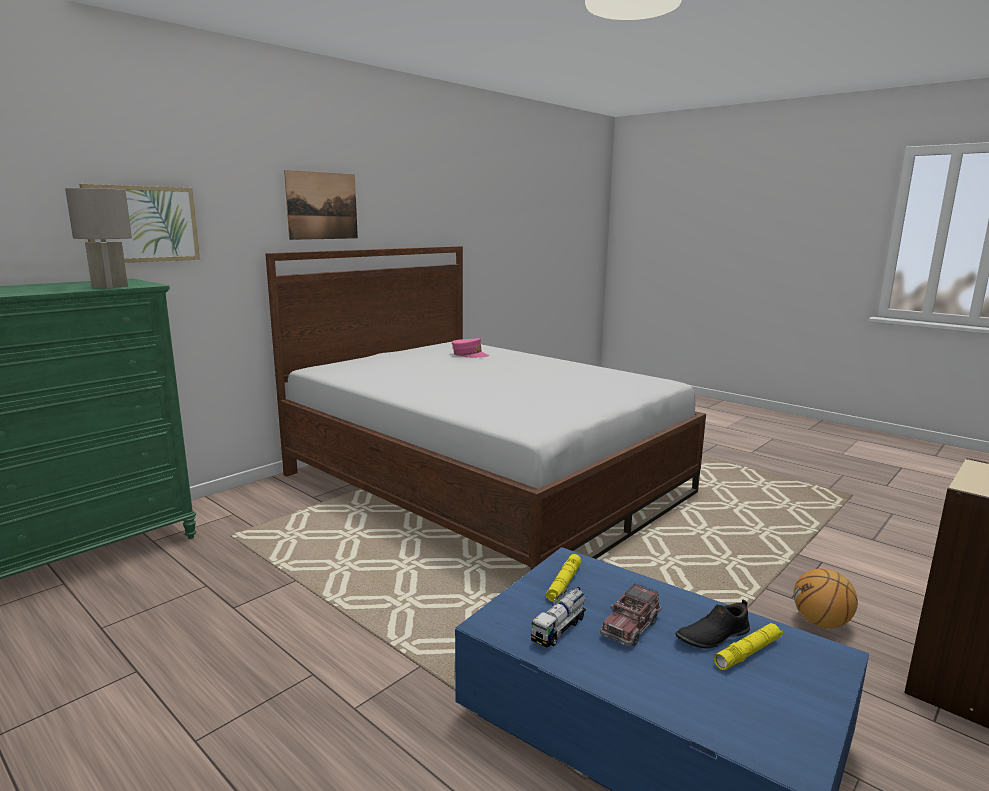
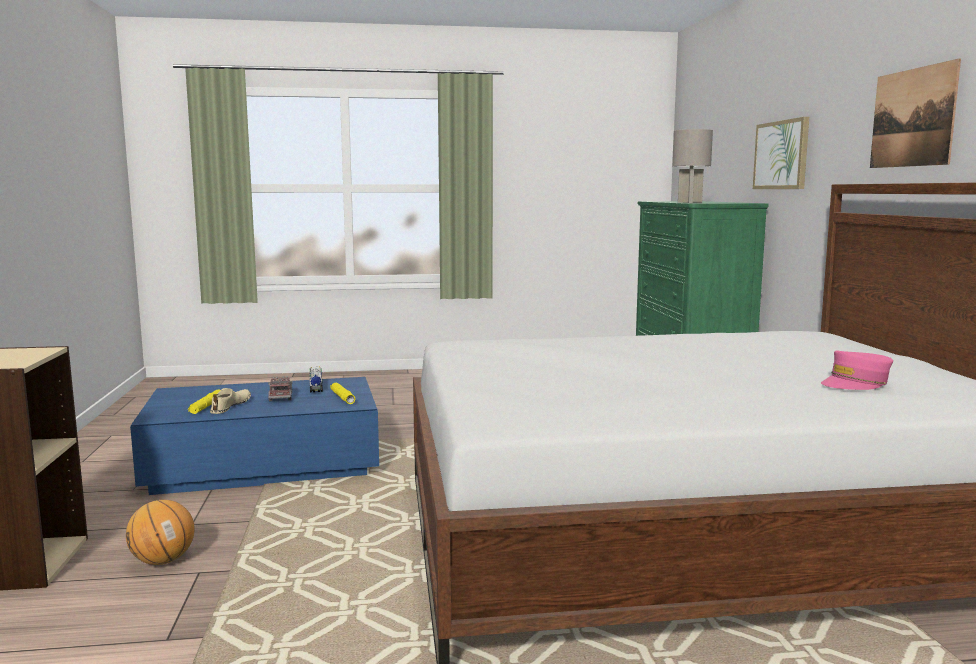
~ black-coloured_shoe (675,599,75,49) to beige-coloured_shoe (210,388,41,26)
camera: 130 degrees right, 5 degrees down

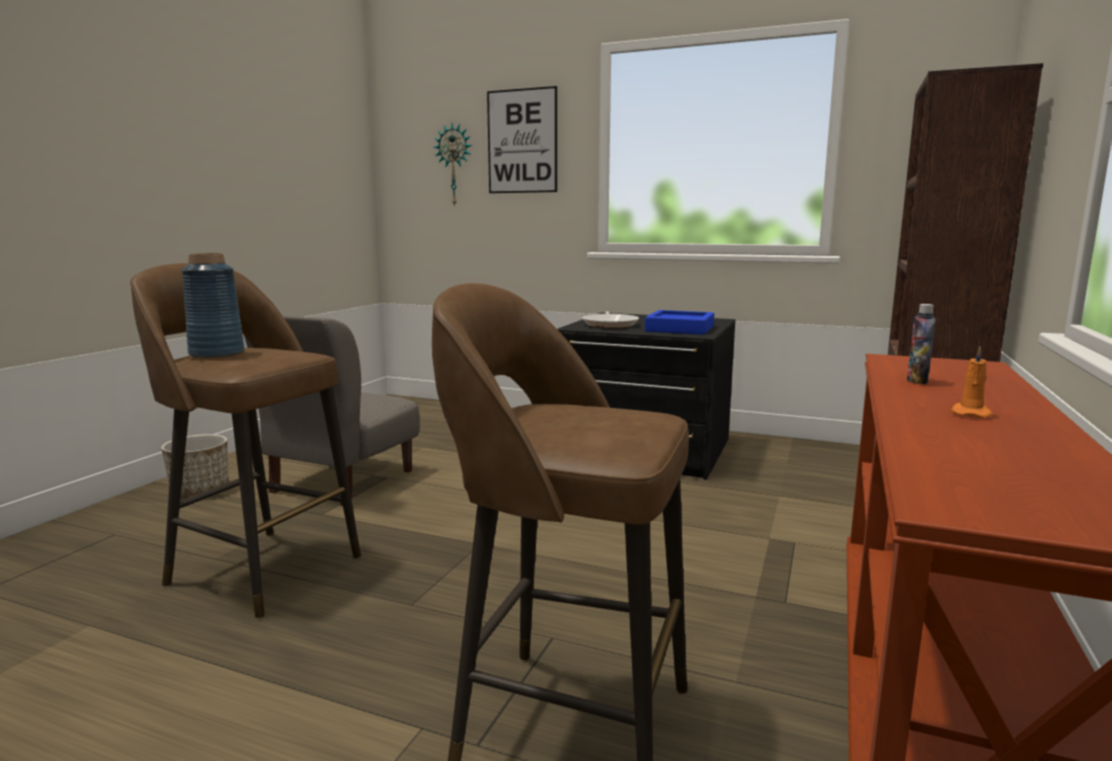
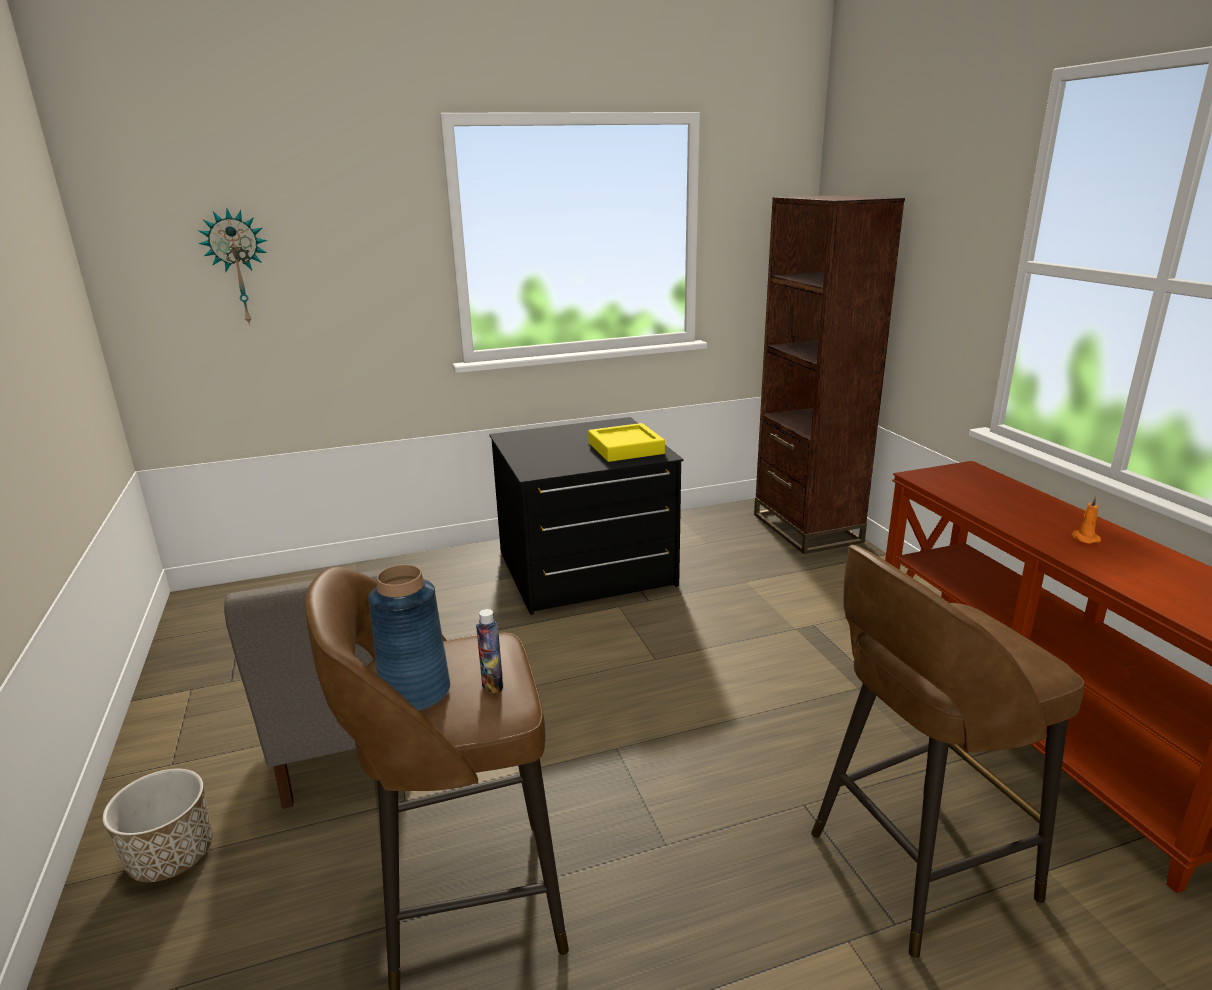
~ beverage_bottle (907,304,29,80) to (476,609,27,85)
~ bluish_carrying_tray (645,310,69,25) to yellow-coloured_carrying_tray (588,423,77,39)
- wall_art (487,86,70,107)
- frying_pan (582,311,57,17)
camera: 40 degrees left, 10 degrees up

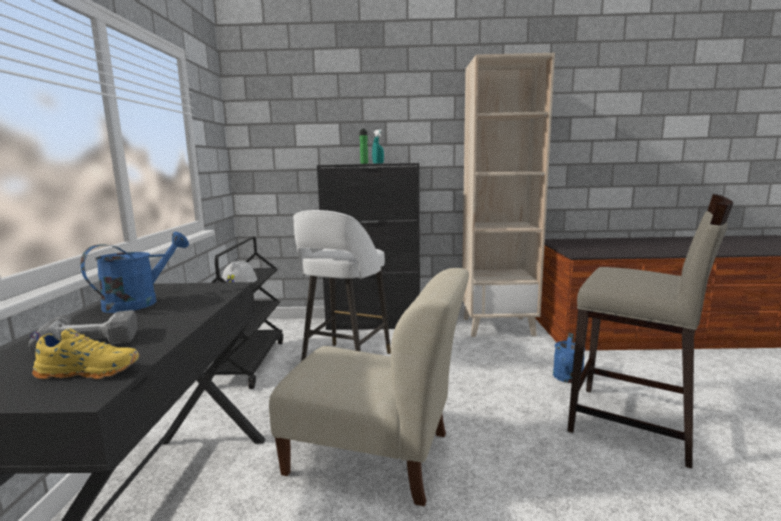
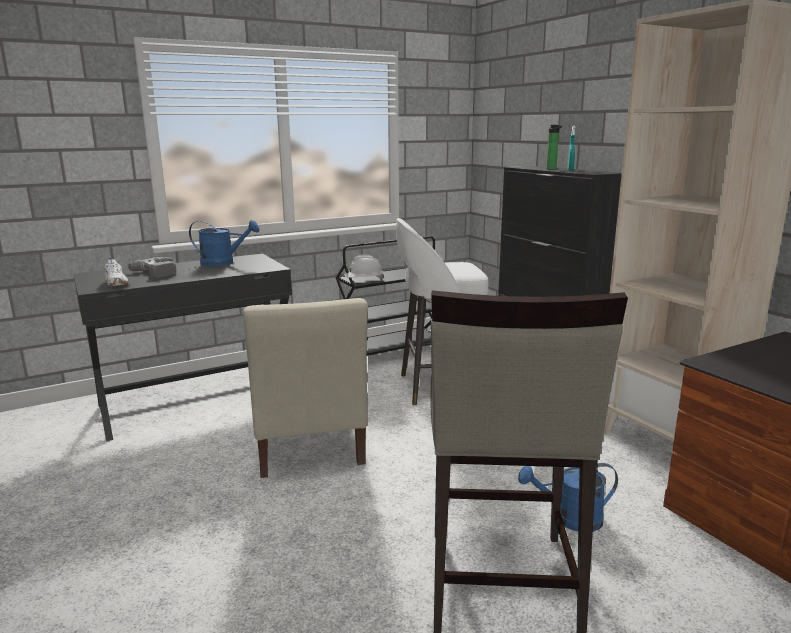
~ yellow-coloured_shoe (30,328,110,51) to whitish_shoe (105,258,24,28)
camera: 60 degrees right, 5 degrees up

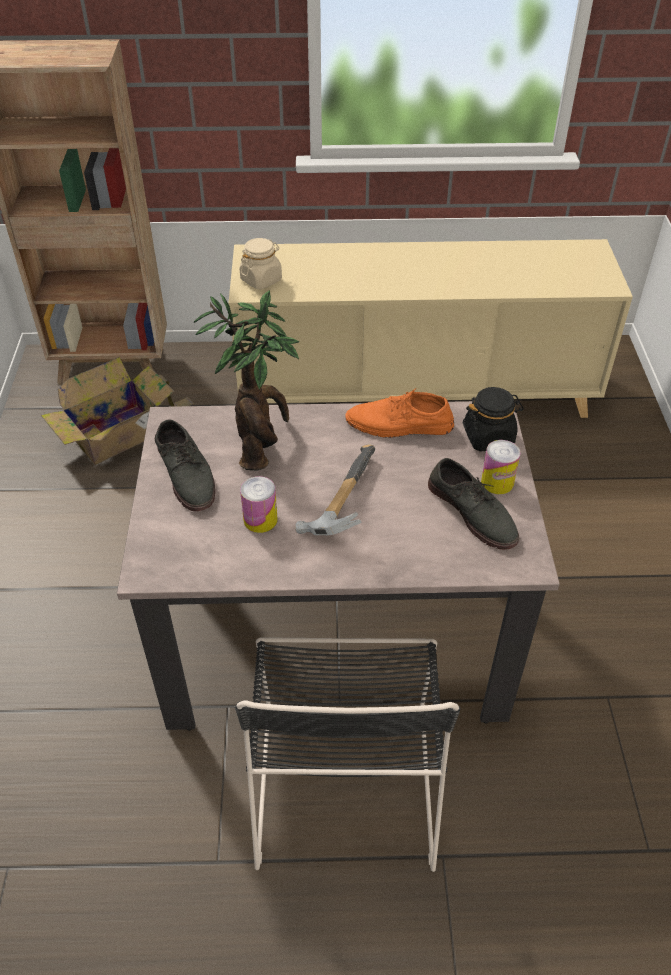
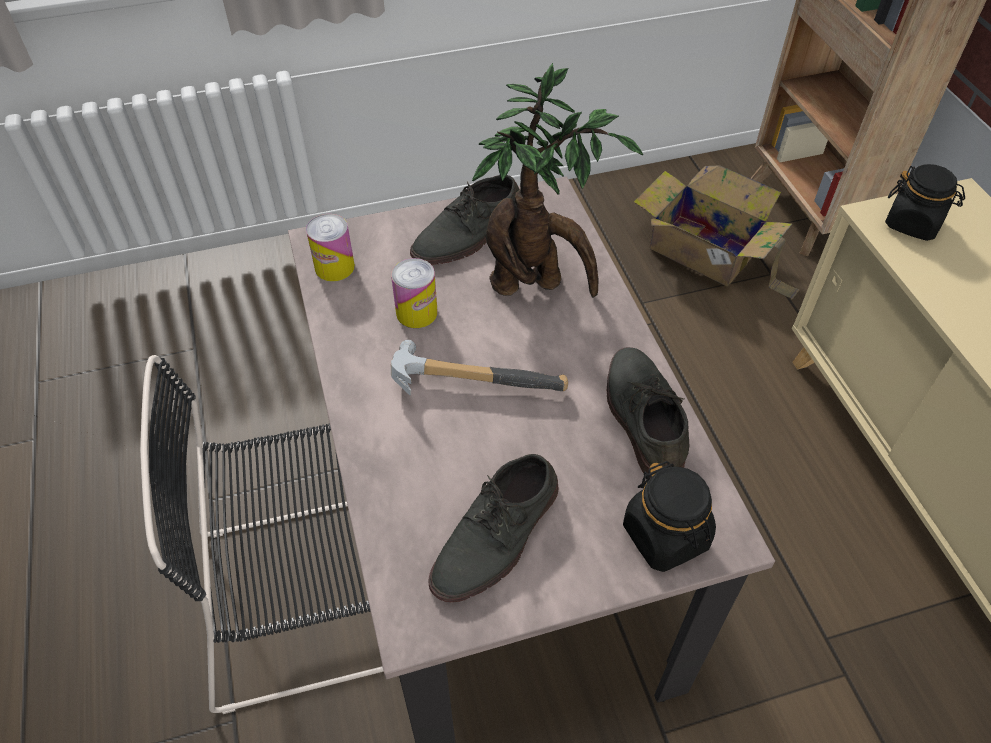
~ sealed_can (481,440,39,54) to (306,214,49,67)
~ orange-coloured_shoe (345,388,109,50) to grey_shoe (607,347,82,131)
~ beige-coloured_storage_jar (240,238,42,51) to black-coloured_storage_jar (885,164,80,77)
camera: 75 degrees right, 5 degrees up

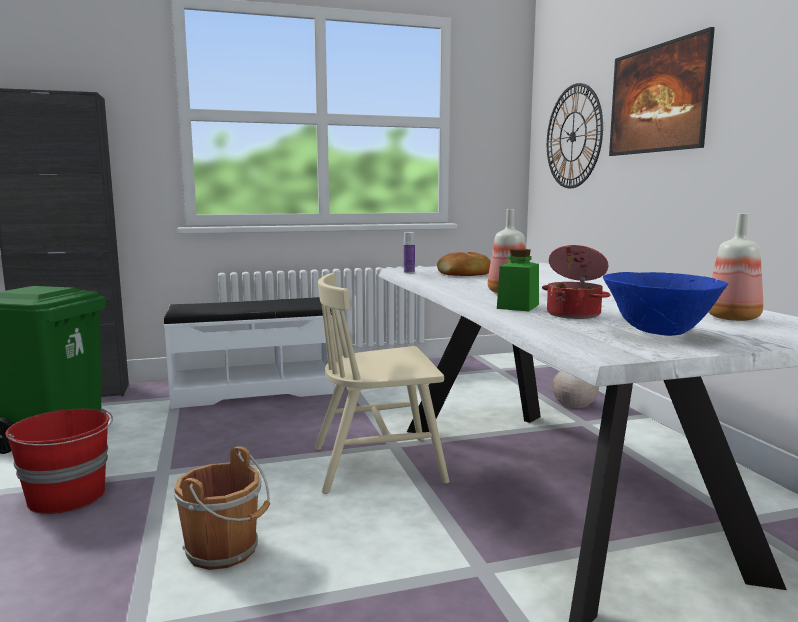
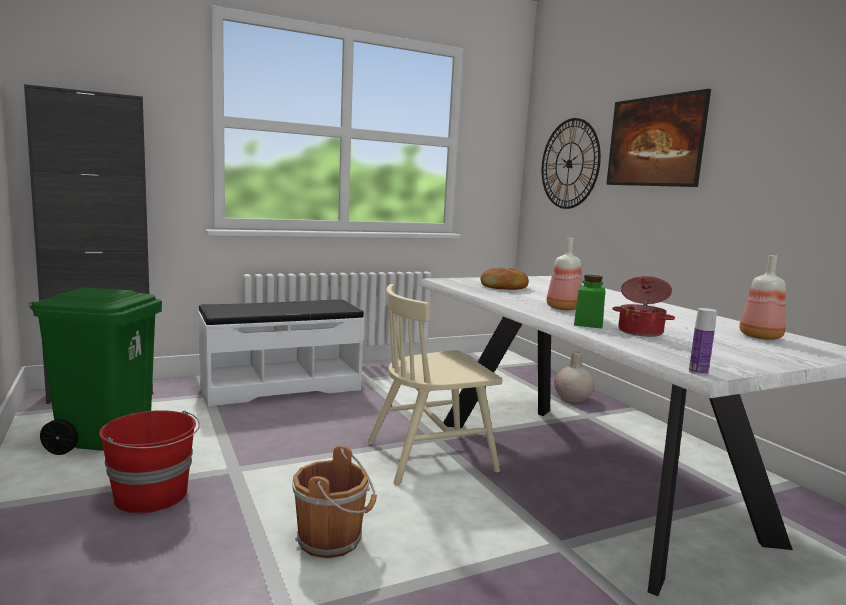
~ beverage_bottle (404,232,11,41) to (689,308,28,67)
- bluish_bowl (603,272,125,64)
camera: 10 degrees left, 0 degrees up

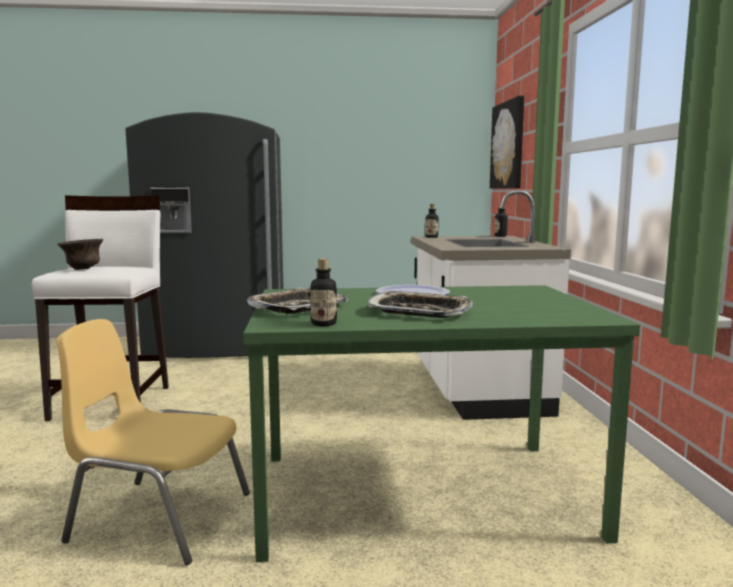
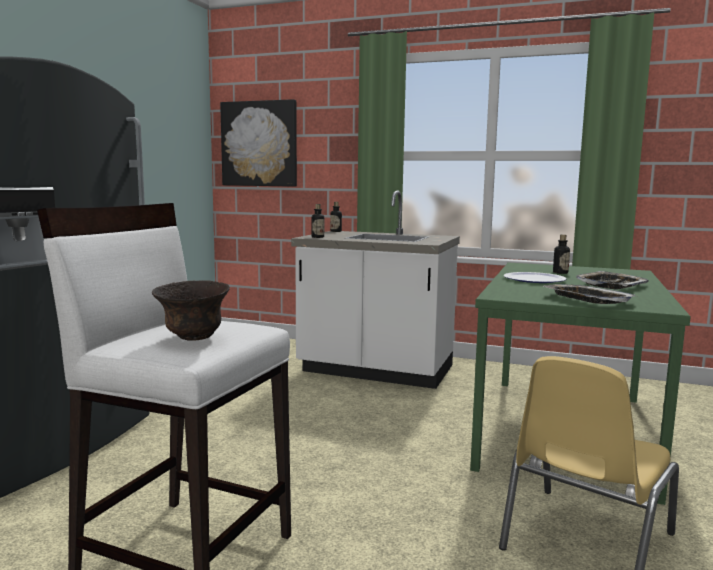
~ beverage_bottle (310,259,27,67) to (553,234,17,40)
camera: 65 degrees left, 0 degrees up

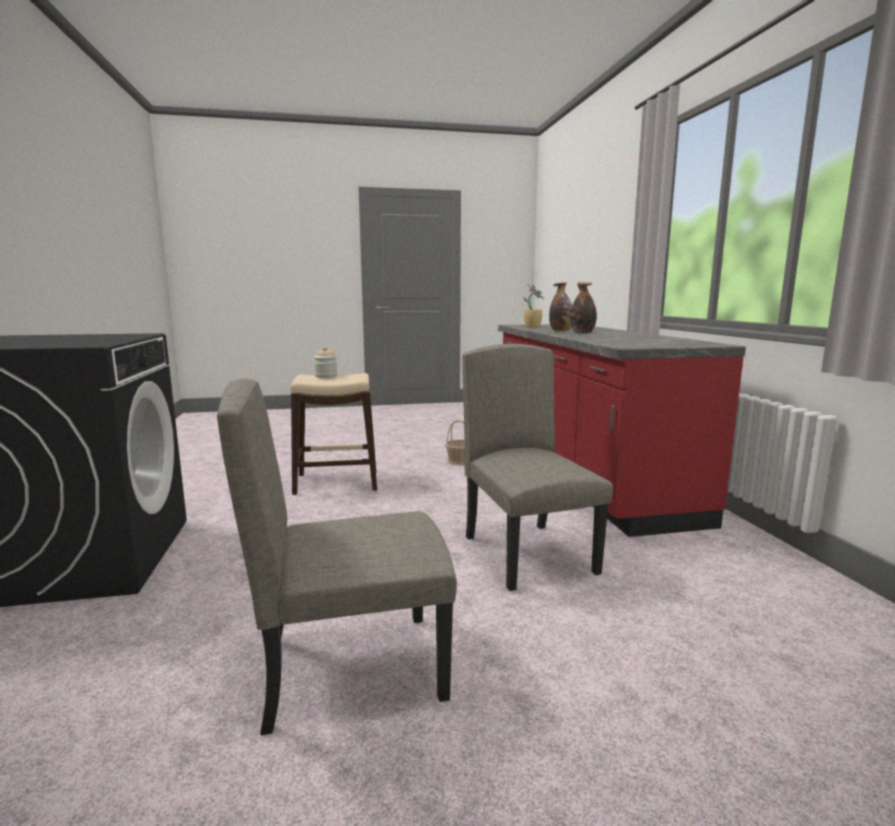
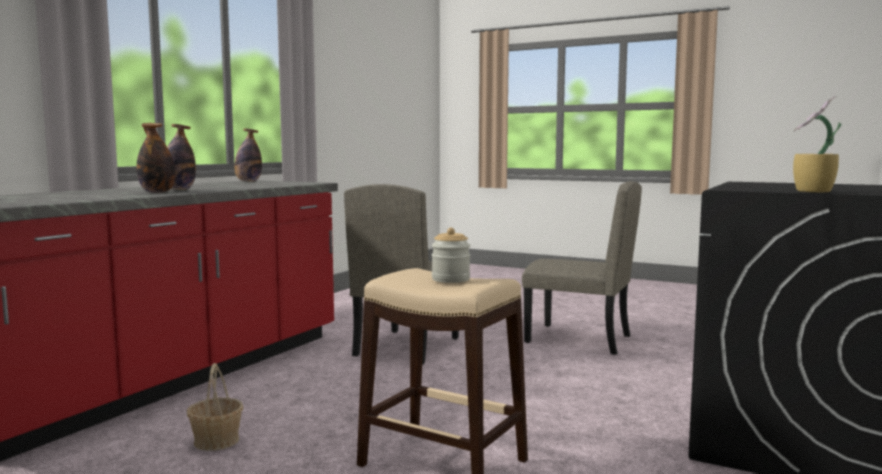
+ beverage_bottle (234,129,28,53)
~ houseplant (523,284,21,44) to (793,96,48,96)
camera: 140 degrees left, 5 degrees down

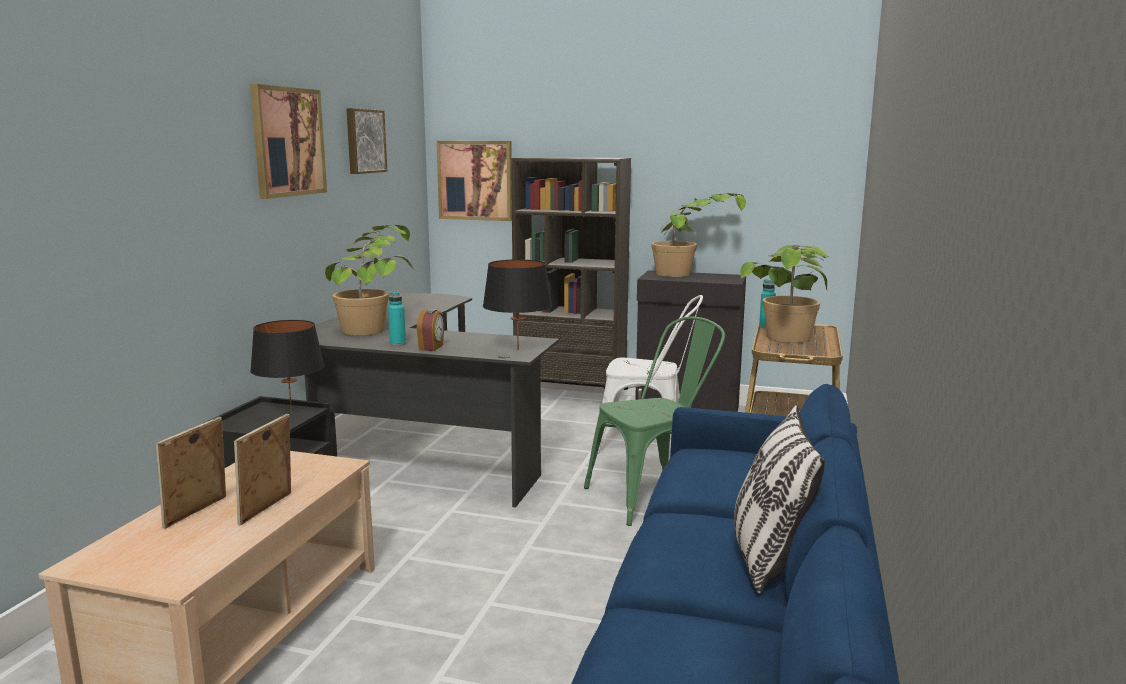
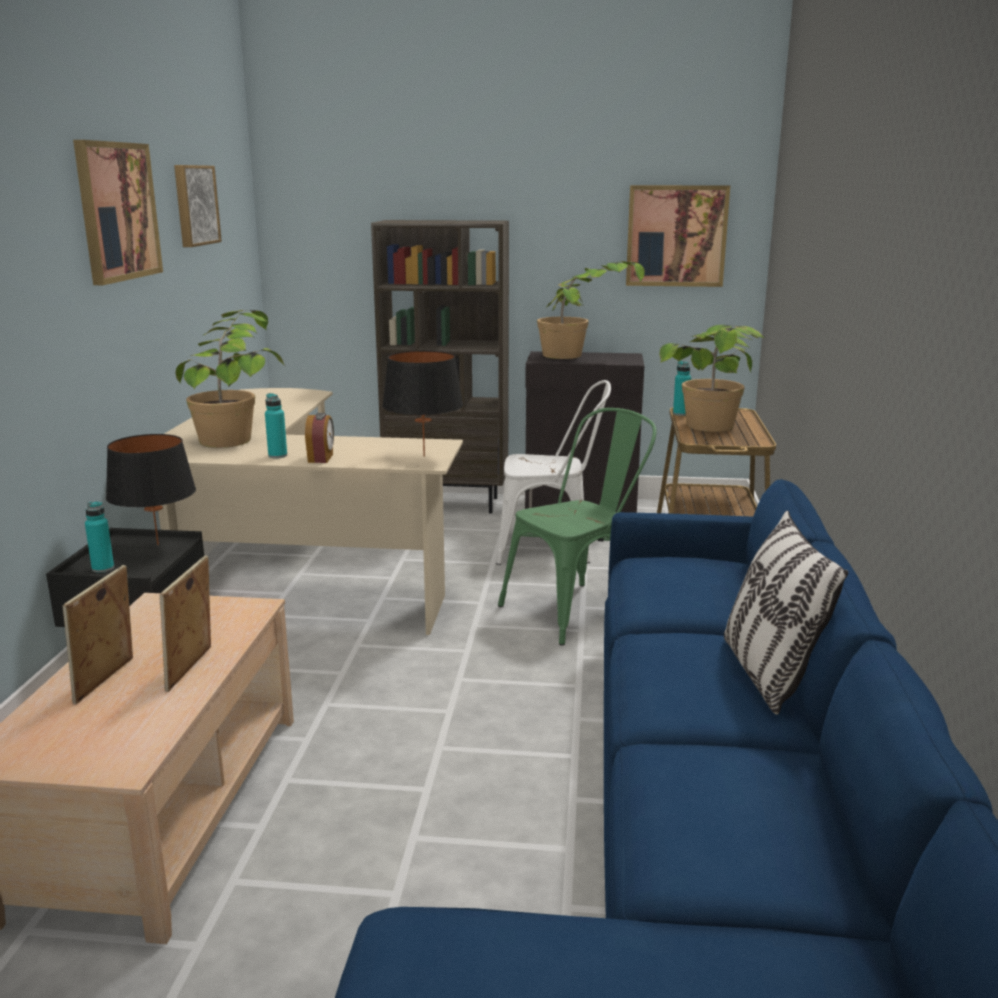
+ blue-green_beverage_bottle (85,502,29,71)
~ black-coloured_desk_unit (305,293,254,215) to beige-coloured_desk_unit (158,388,305,247)
~ wall_art (436,141,76,80) to (626,185,104,102)
camera: 10 degrees left, 5 degrees up

